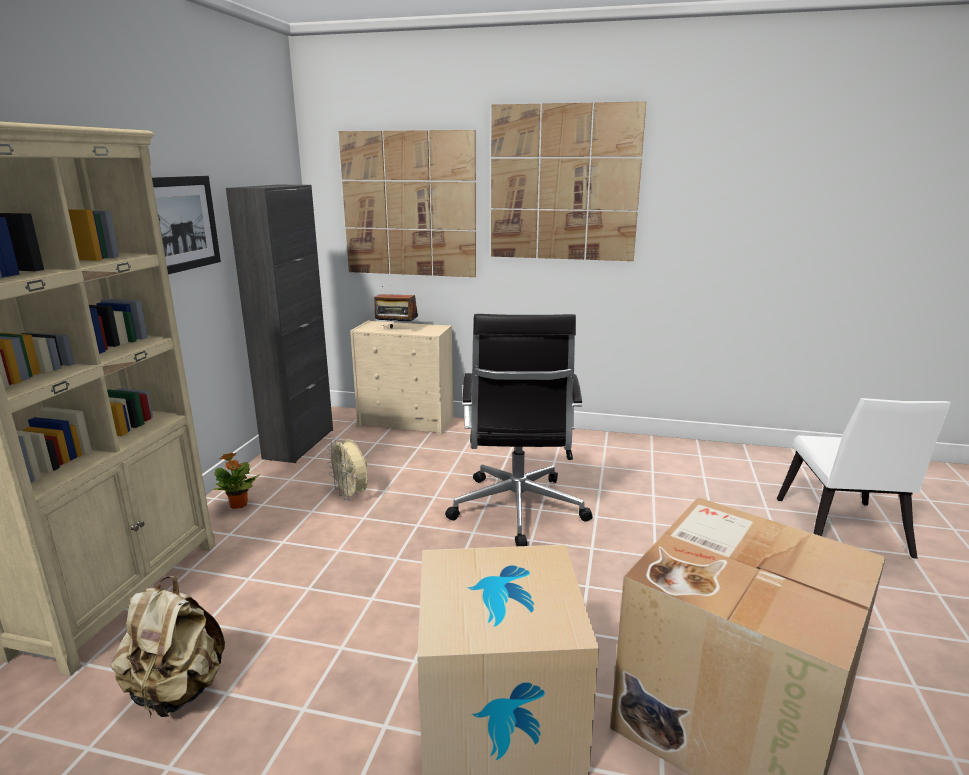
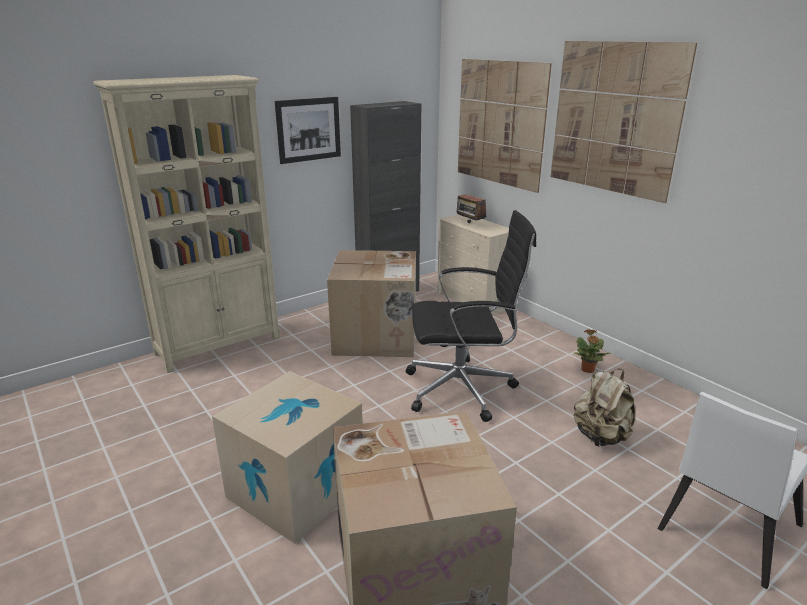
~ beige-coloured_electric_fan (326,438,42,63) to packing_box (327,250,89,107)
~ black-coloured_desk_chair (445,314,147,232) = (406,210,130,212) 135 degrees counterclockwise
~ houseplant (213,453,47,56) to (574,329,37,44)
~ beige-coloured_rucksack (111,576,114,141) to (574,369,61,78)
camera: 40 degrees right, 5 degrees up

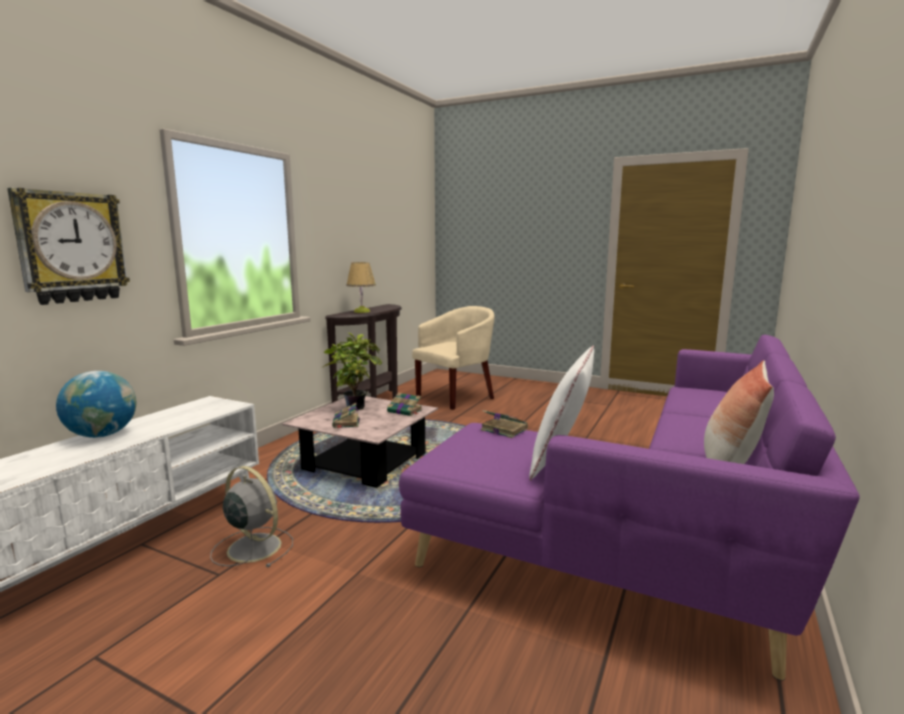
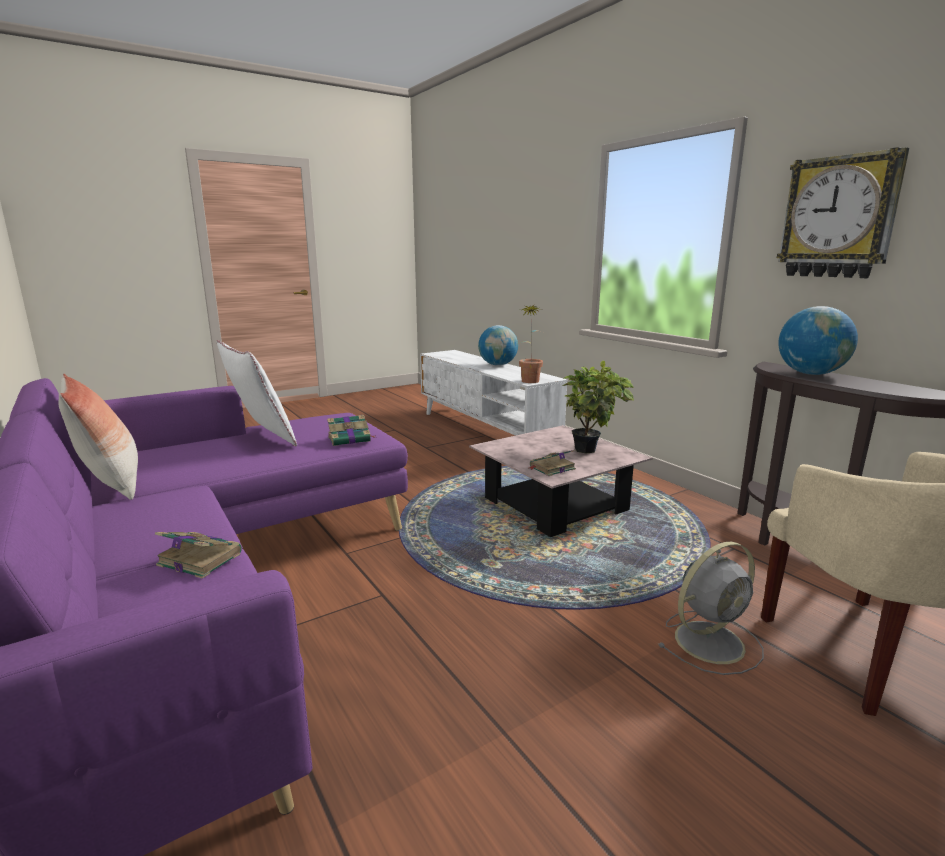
~ volume (332,403,28,25) to (155,532,87,47)
+ houseplant (519,305,24,78)
~ grey_electric_fan (210,466,83,101) to (659,542,105,133)
~ wall_clock (7,188,123,117) to (777,147,132,131)
~ tabletop_lamp (346,262,30,51) to desk_globe (778,306,80,69)
camera: 120 degrees right, 5 degrees up

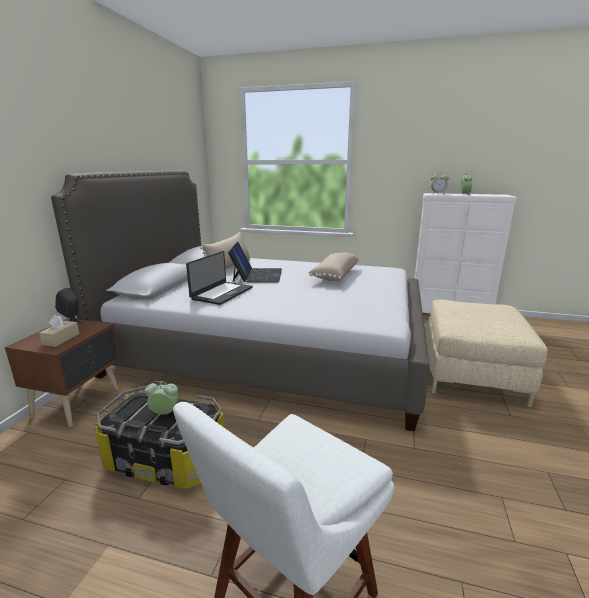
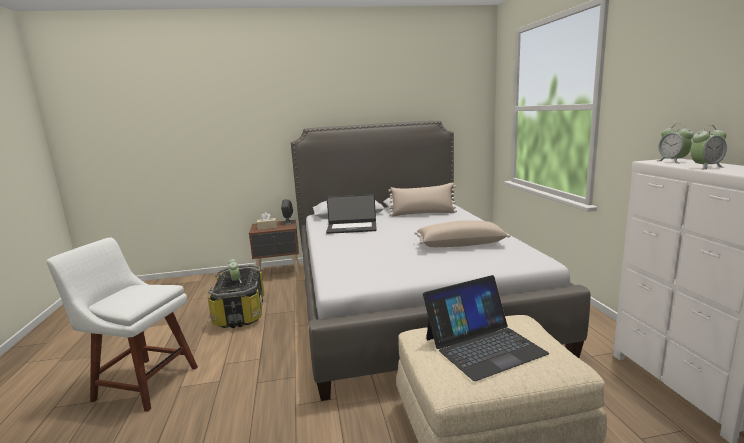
~ notebook_computer (228,242,54,41) to (423,275,126,106)
camera: 65 degrees right, 5 degrees down

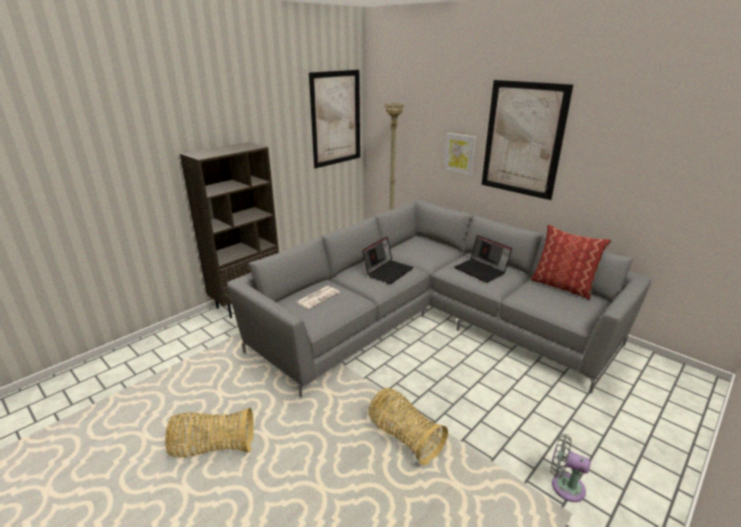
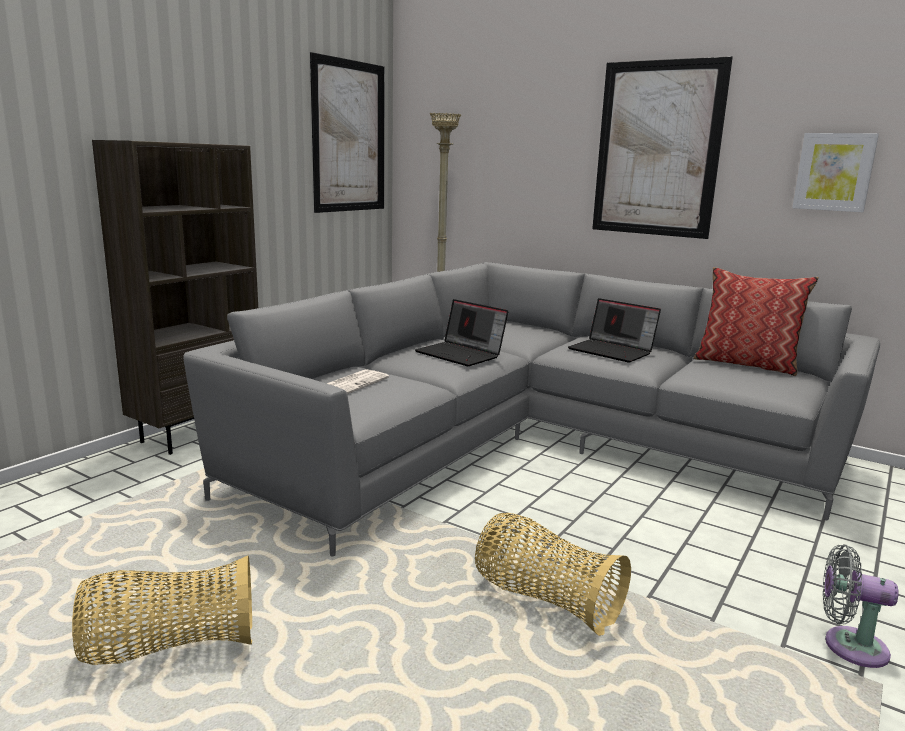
~ notebook_computer (362,237,52,47) = (415,299,93,67) 105 degrees clockwise
~ wall_art (444,133,32,43) to (792,133,87,79)
camera: 10 degrees left, 10 degrees down

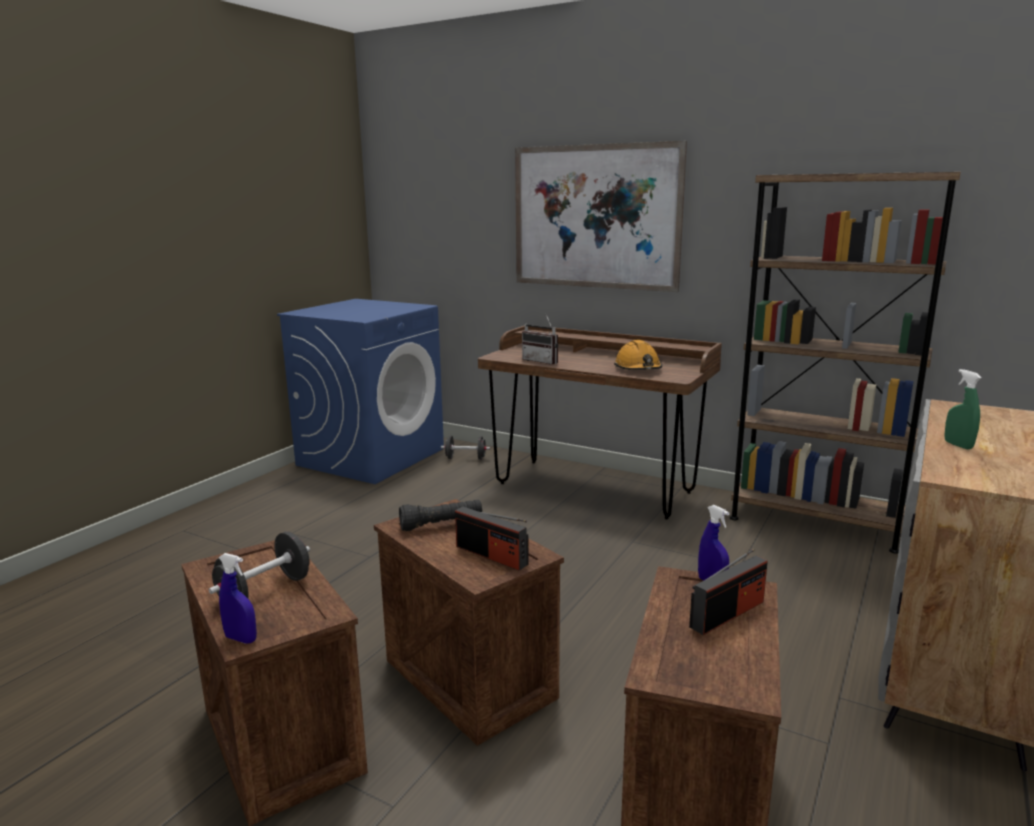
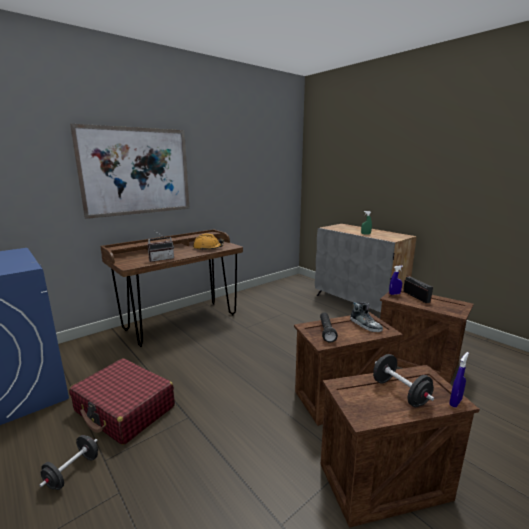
~ black-coloured_dumbbell (441,436,49,24) to (39,435,59,55)
+ red_travel_case (69,358,106,87)
~ radio (455,507,74,63) to shoe (350,302,33,30)
- brown-coloured_bookcase (730,172,231,382)
camera: 70 degrees left, 0 degrees up

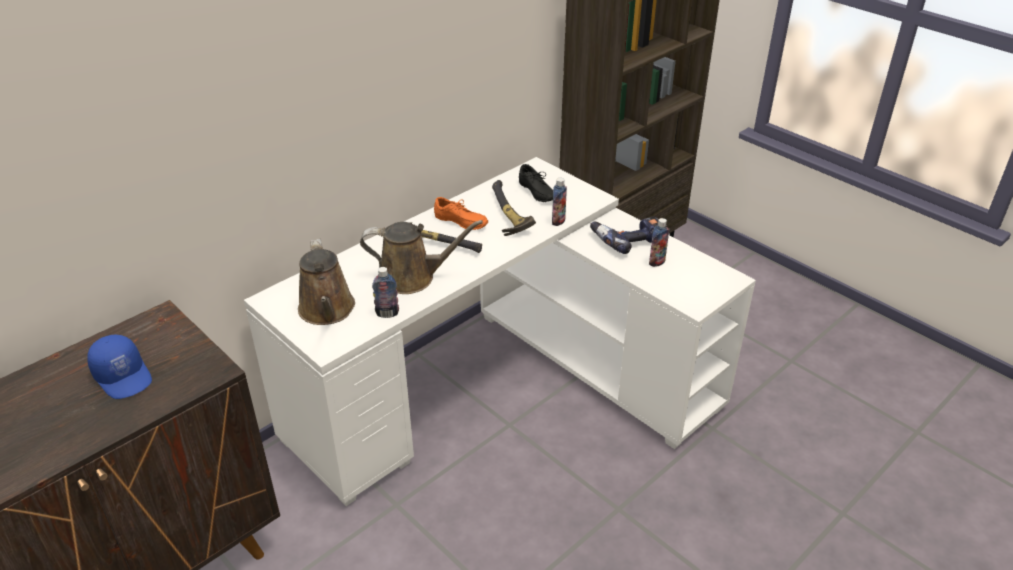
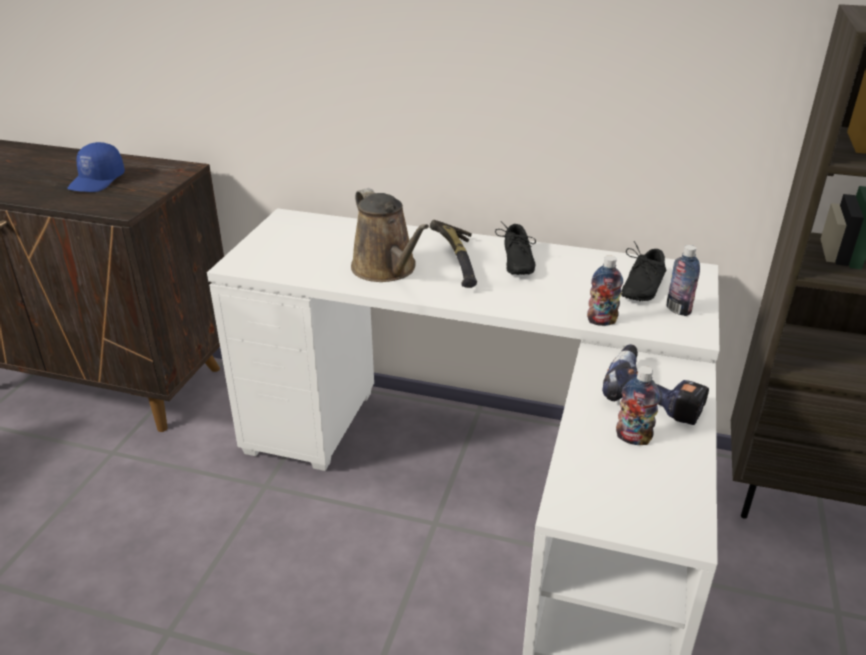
~ orange-coloured_shoe (434,197,54,33) to black-coloured_shoe (495,221,41,54)
~ beverage_bottle (372,267,27,51) to (666,245,34,71)
- brown-coloured_watering_pot (298,239,57,86)
- hand_hammer (492,180,44,56)
camera: 60 degrees right, 5 degrees down

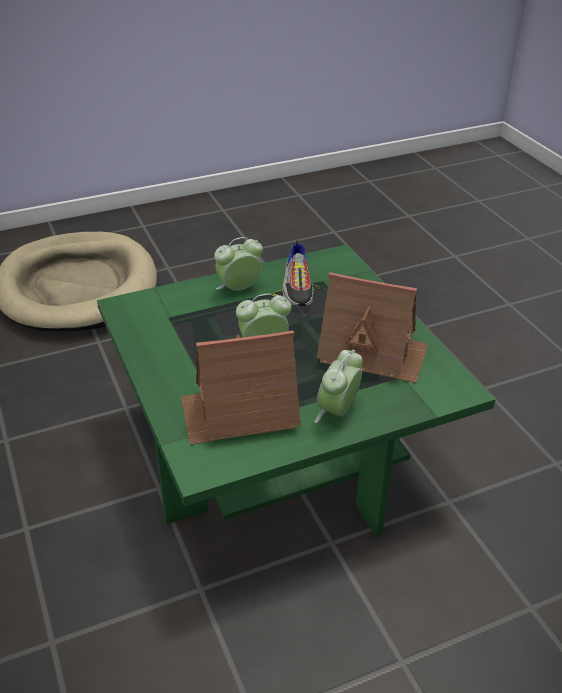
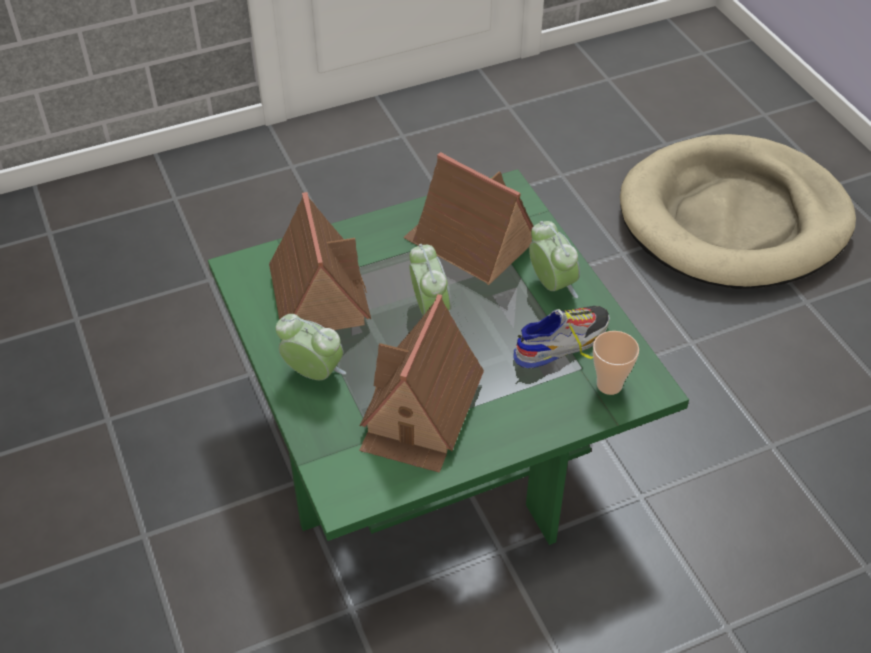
+ toy_house (403,152,130,133)
~ shoe (273,240,47,66) = (513,306,97,62) 150 degrees clockwise
+ drinking_cup (593,331,46,64)
camera: 90 degrees right, 10 degrees up

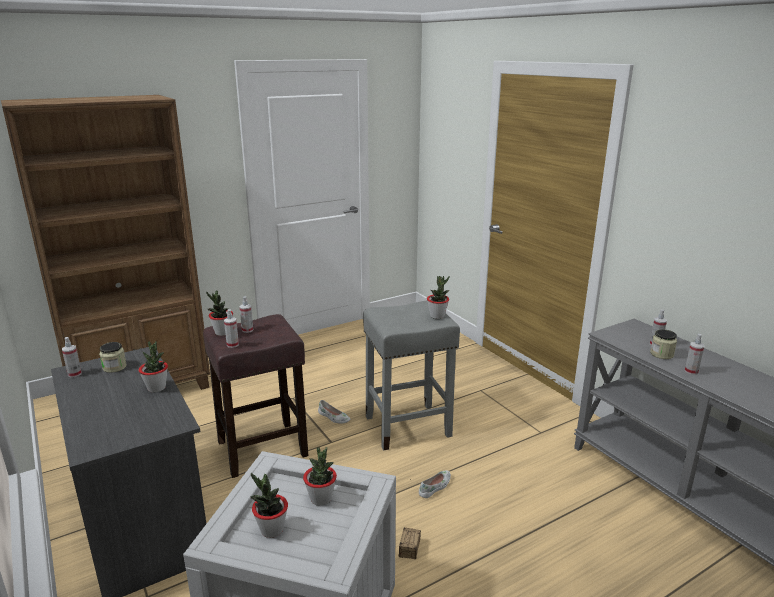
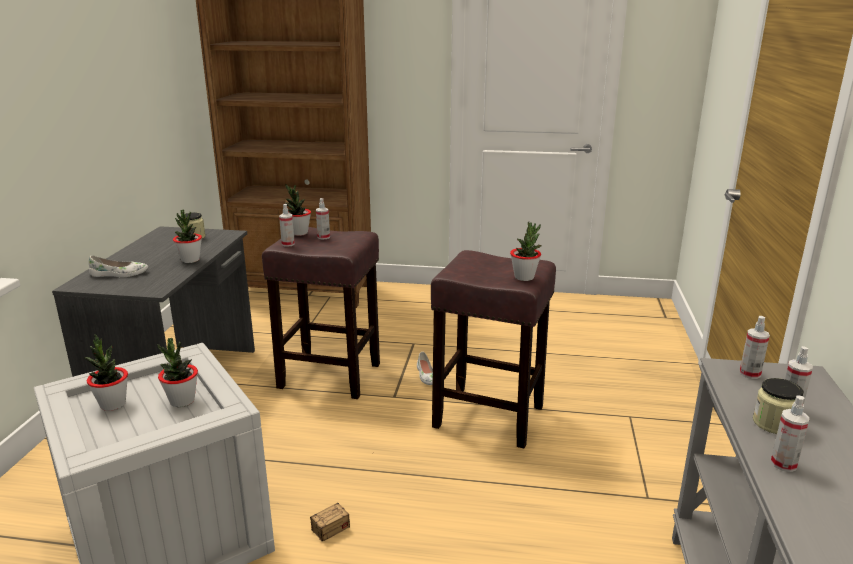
~ whitish_shoe (419,470,32,28) to (89,255,59,22)
~ grey_sitting_stool (363,301,97,149) to brown-coloured_sitting_stool (431,250,125,199)
~ spray_bottle (62,337,20,40) to (740,316,30,63)
camera: 40 degrees right, 0 degrees up

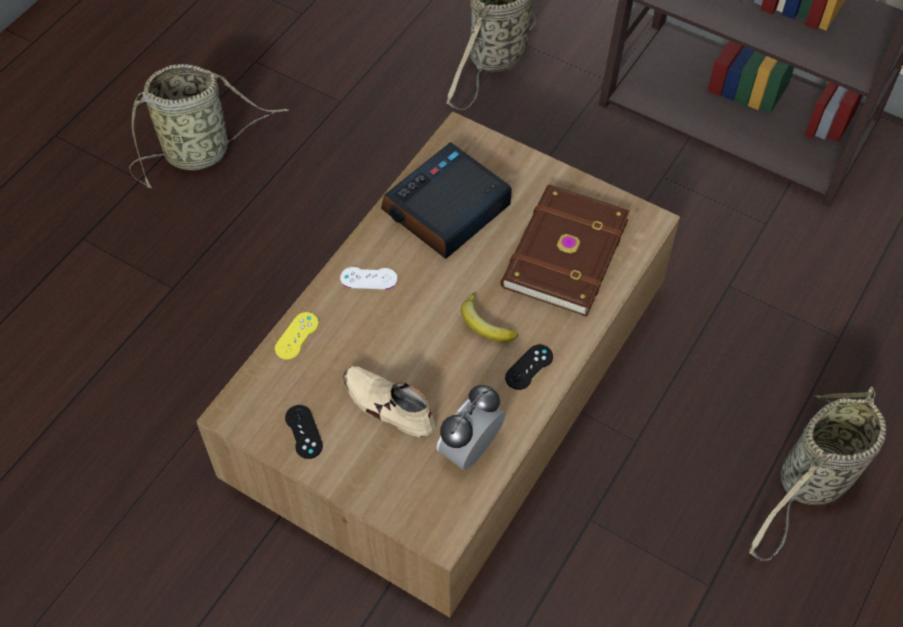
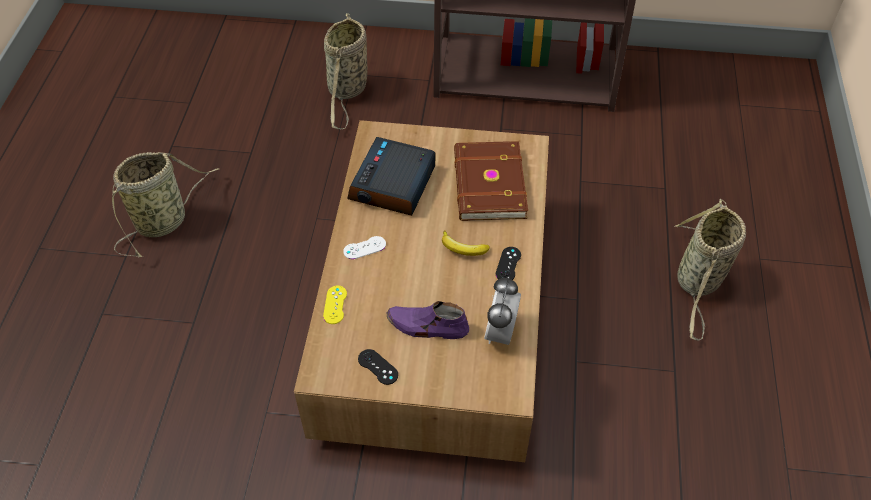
~ beige-coloured_shoe (343,366,92,72) to purple-coloured_shoe (387,301,82,38)
camera: 25 degrees left, 5 degrees down

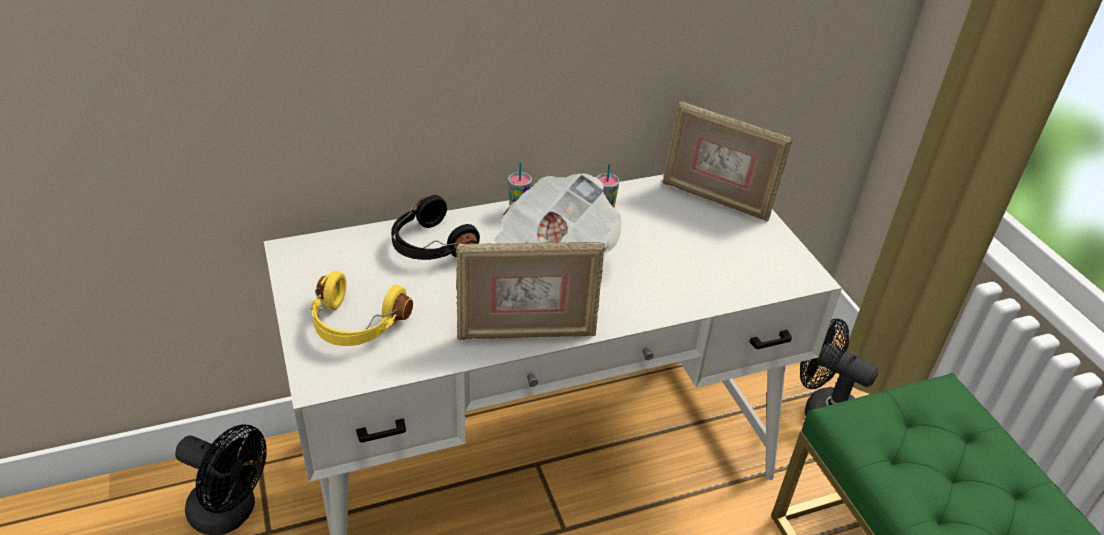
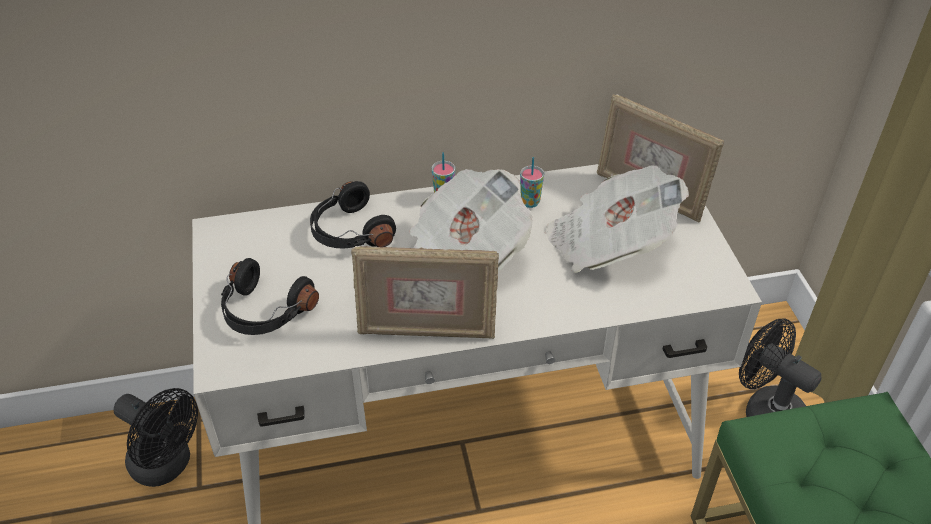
~ yellow-coloured_pair_of_headphones (310,271,103,75) to black-coloured_pair_of_headphones (221,258,98,77)
+ newspaper (545,165,144,108)
camera: 10 degrees right, 5 degrees up

